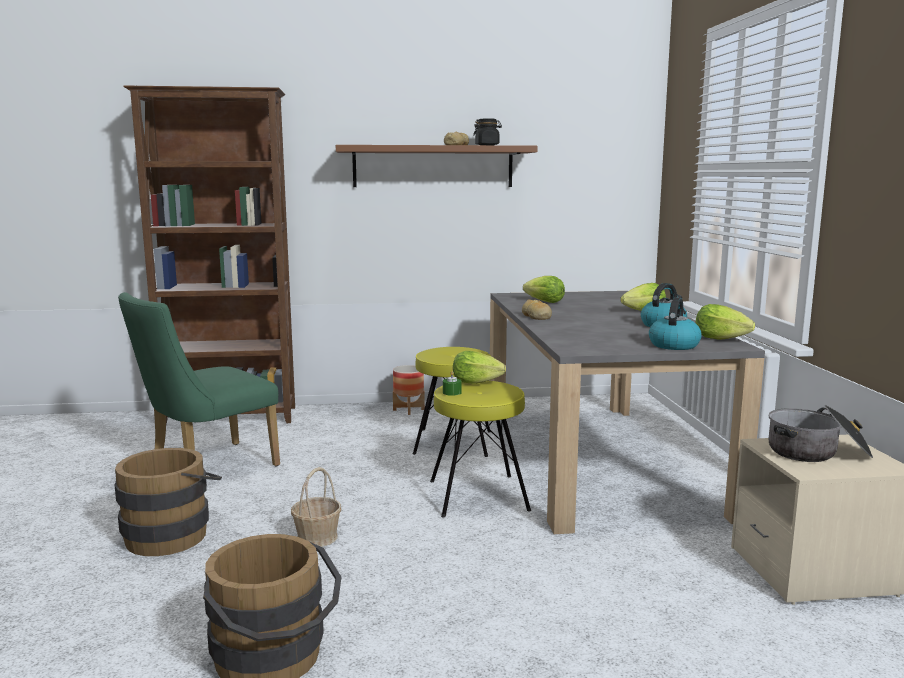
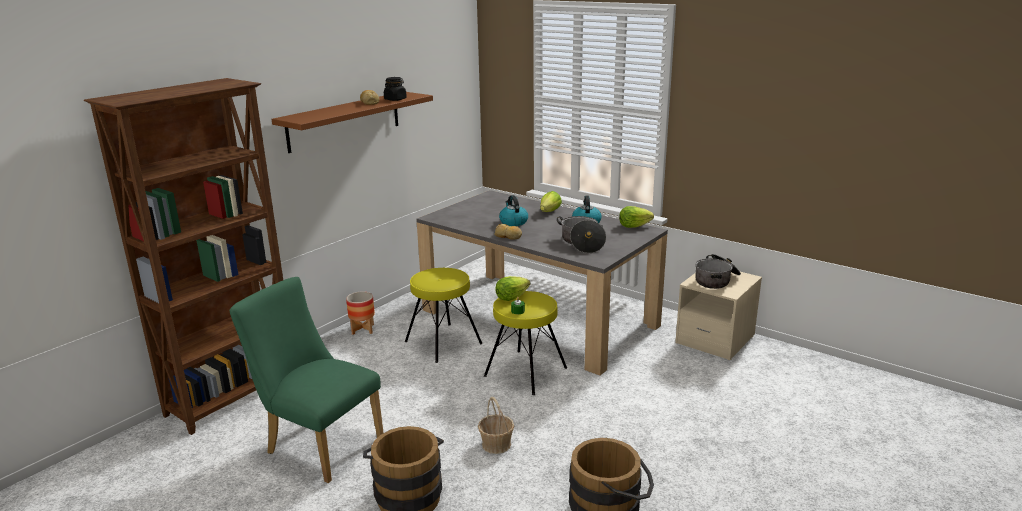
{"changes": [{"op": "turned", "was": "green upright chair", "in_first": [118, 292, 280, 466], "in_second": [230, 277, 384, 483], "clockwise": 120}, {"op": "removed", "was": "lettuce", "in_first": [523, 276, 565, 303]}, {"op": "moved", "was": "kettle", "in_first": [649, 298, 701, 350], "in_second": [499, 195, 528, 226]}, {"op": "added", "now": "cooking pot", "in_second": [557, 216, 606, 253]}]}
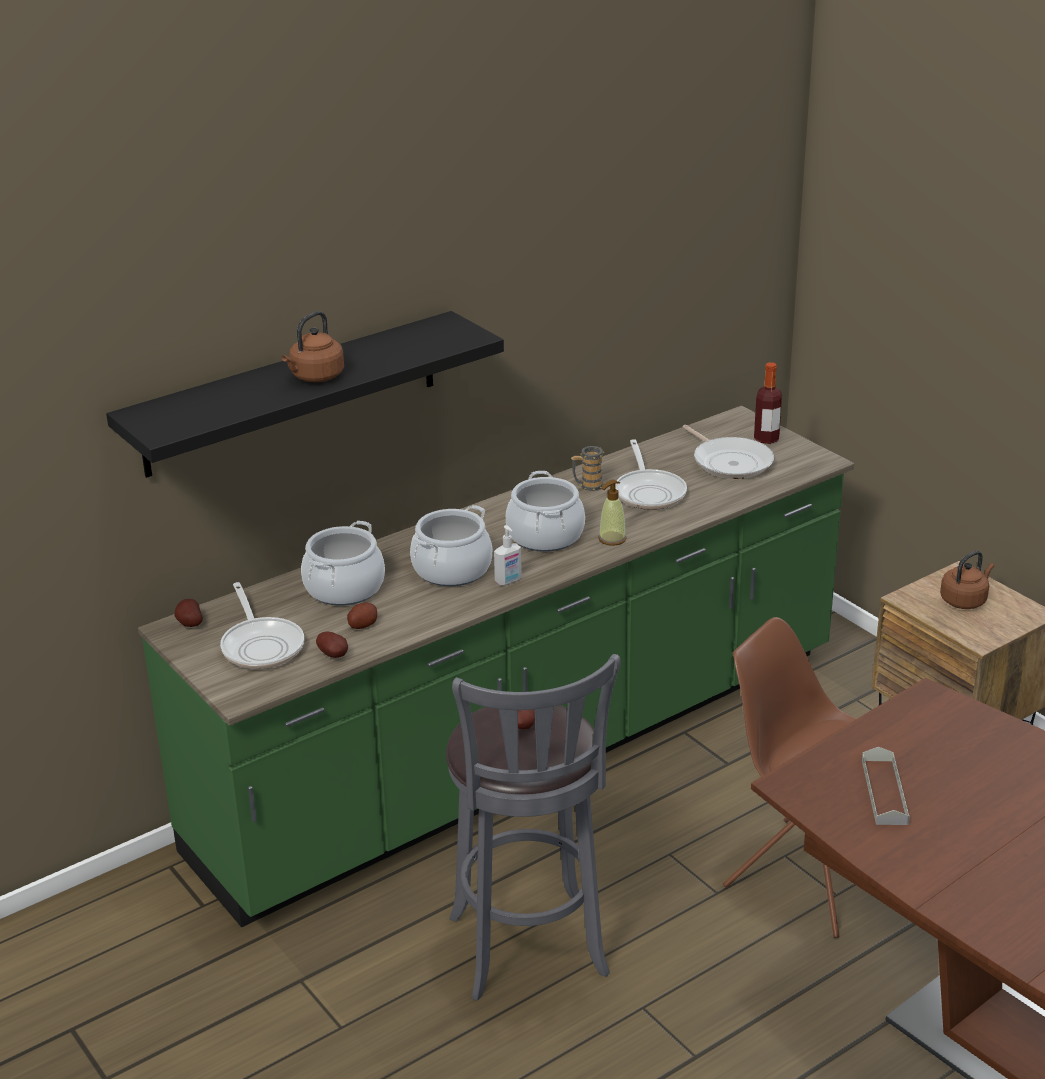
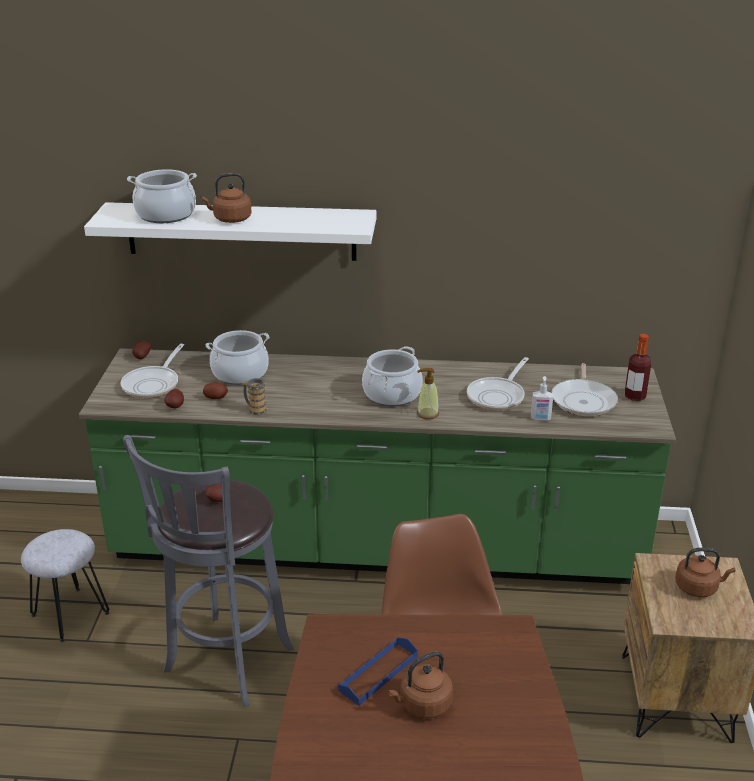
{"changes": [{"op": "recoloured", "was": "blackish shelf", "now": "white-coloured shelf", "in_first": [106, 311, 504, 478], "in_second": [84, 202, 376, 261]}, {"op": "moved", "was": "cooking pot", "in_first": [410, 505, 492, 586], "in_second": [127, 169, 197, 223]}, {"op": "moved", "was": "soap dispenser", "in_first": [494, 525, 522, 585], "in_second": [531, 376, 553, 421]}, {"op": "moved", "was": "tea mug", "in_first": [571, 446, 605, 491], "in_second": [242, 378, 268, 415]}, {"op": "recoloured", "was": "grey serving tray", "now": "bluish serving tray", "in_first": [862, 747, 910, 825], "in_second": [338, 637, 418, 706]}, {"op": "added", "now": "grey stool seat", "in_second": [21, 529, 110, 642]}, {"op": "added", "now": "brownish kettle", "in_second": [388, 651, 453, 719]}]}
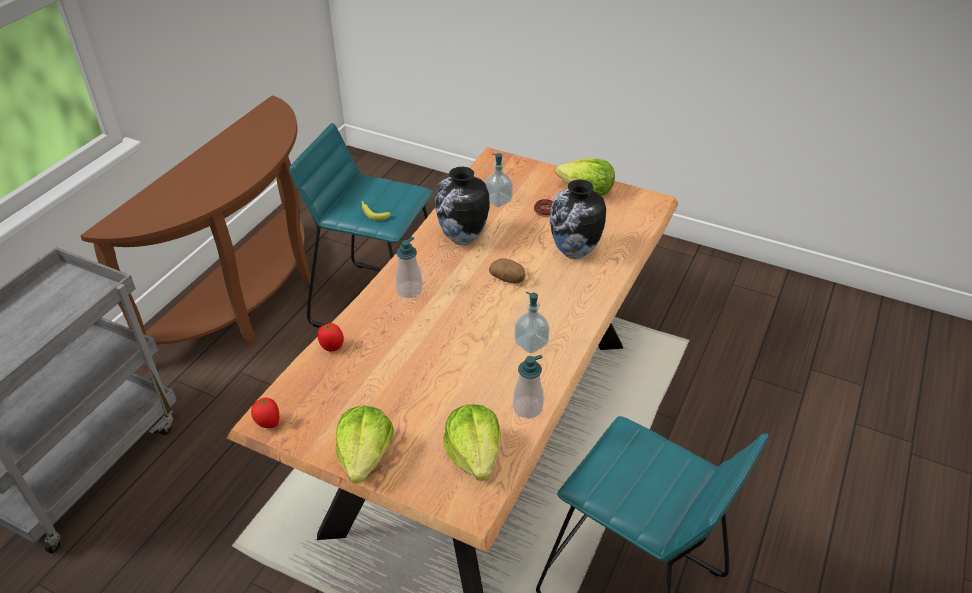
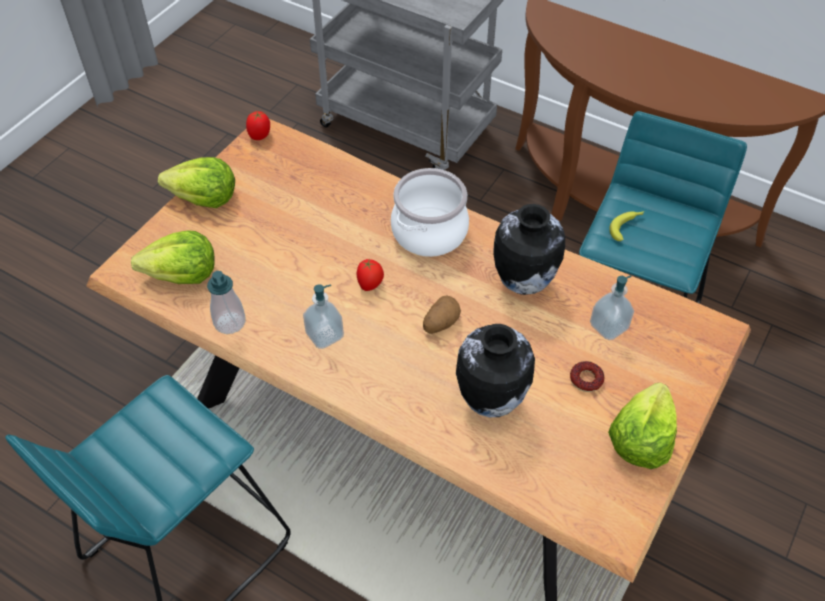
{"changes": [{"op": "moved", "was": "fresh tomato", "in_first": [317, 323, 344, 351], "in_second": [357, 259, 384, 291]}, {"op": "replaced", "was": "soap dispenser", "now": "cooking pot", "in_first": [396, 237, 423, 298], "in_second": [391, 168, 469, 257]}]}
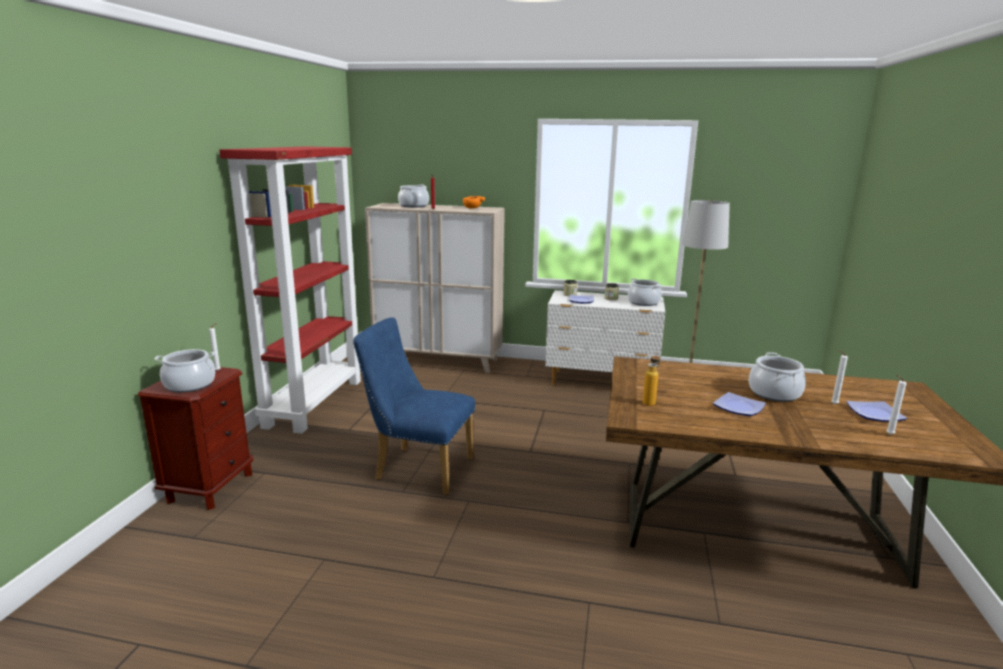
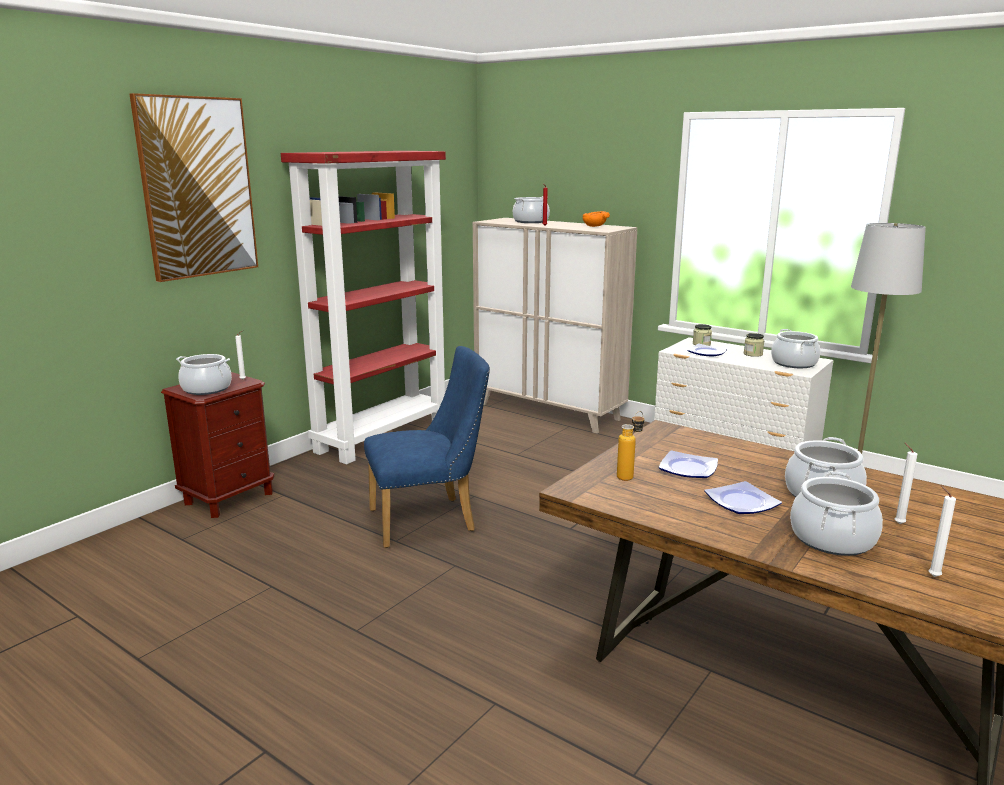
{"changes": [{"op": "turned", "was": "bluish upright chair", "in_first": [353, 317, 475, 495], "in_second": [364, 346, 490, 548], "clockwise": 120}, {"op": "moved", "was": "plate", "in_first": [846, 401, 907, 422], "in_second": [659, 450, 718, 478]}, {"op": "added", "now": "wall picture", "in_second": [130, 93, 258, 282]}, {"op": "added", "now": "cooking pot", "in_second": [790, 472, 883, 556]}]}
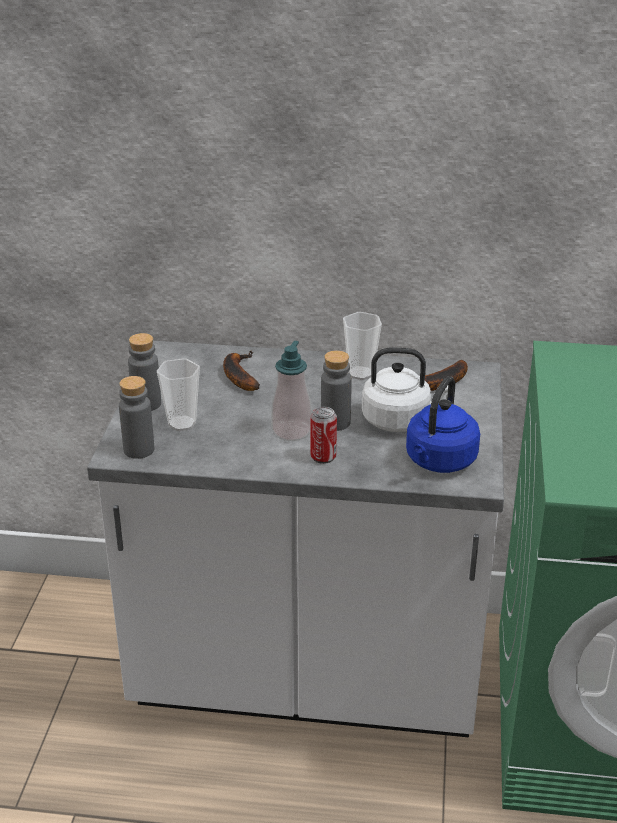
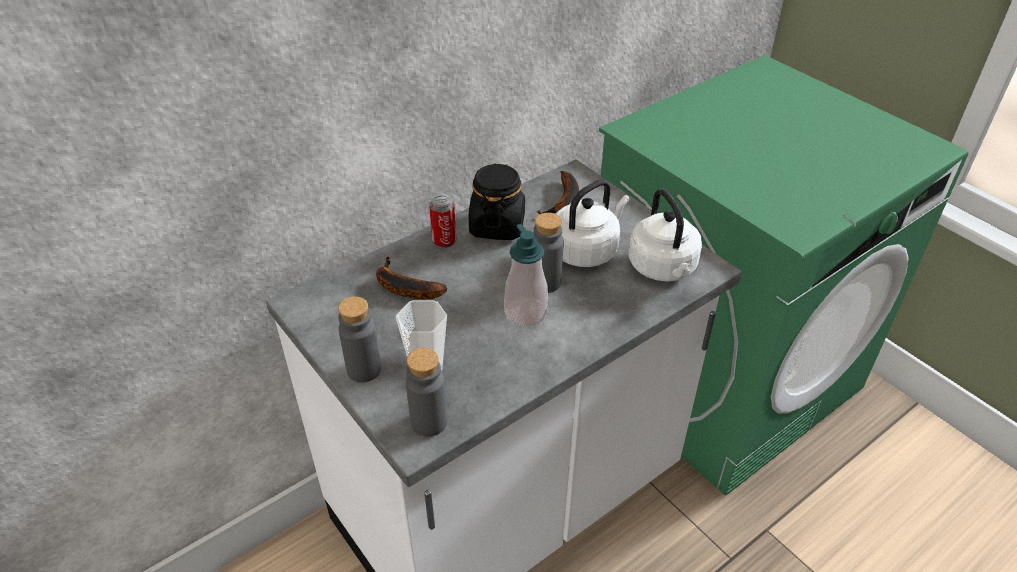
{"changes": [{"op": "moved", "was": "metal can", "in_first": [310, 407, 337, 464], "in_second": [429, 195, 456, 248]}, {"op": "replaced", "was": "drinking cup", "now": "blackish jar", "in_first": [343, 312, 382, 380], "in_second": [469, 164, 525, 240]}, {"op": "recoloured", "was": "bluish kettle", "now": "white-coloured kettle", "in_first": [406, 376, 480, 473], "in_second": [629, 189, 702, 281]}]}
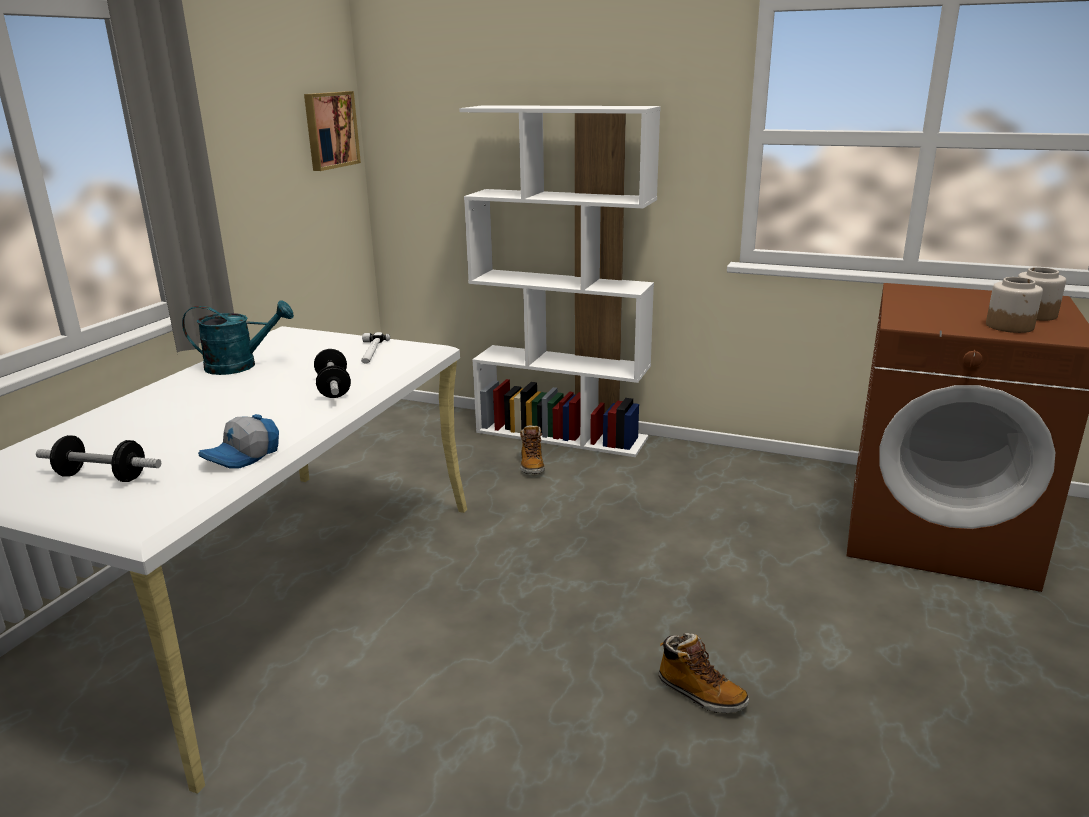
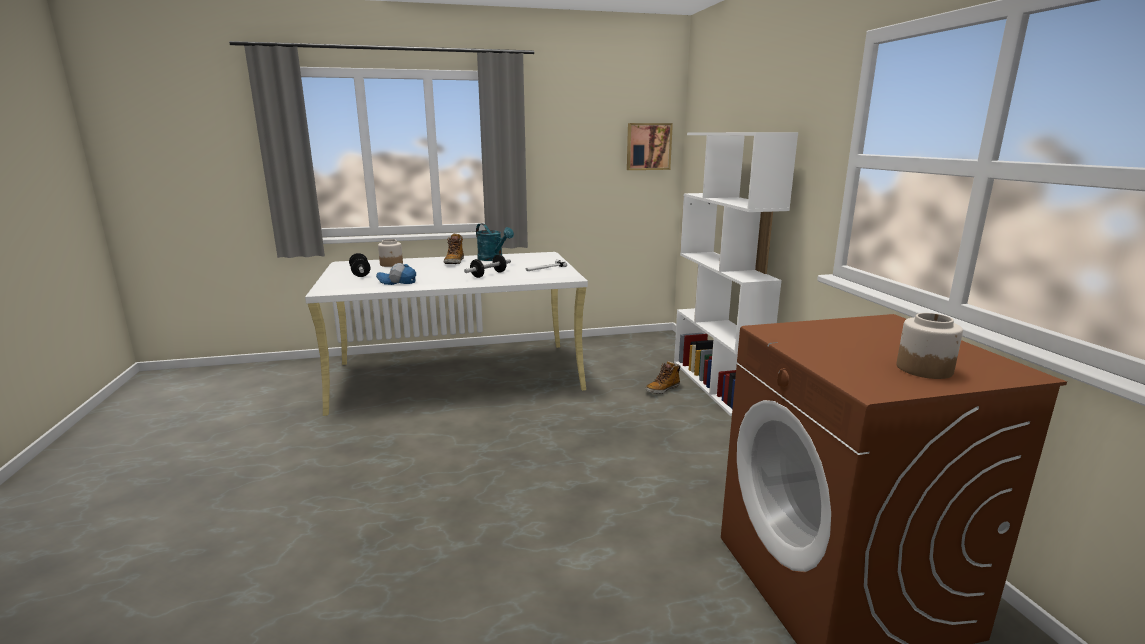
{"changes": [{"op": "moved", "was": "high-top boot", "in_first": [659, 633, 749, 713], "in_second": [444, 233, 464, 264]}, {"op": "moved", "was": "jar", "in_first": [986, 277, 1043, 333], "in_second": [378, 239, 403, 267]}]}
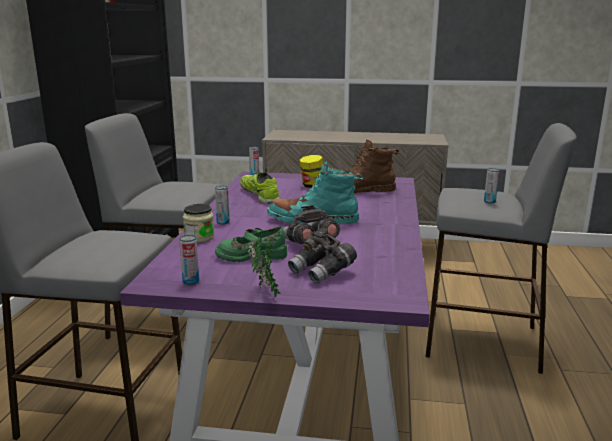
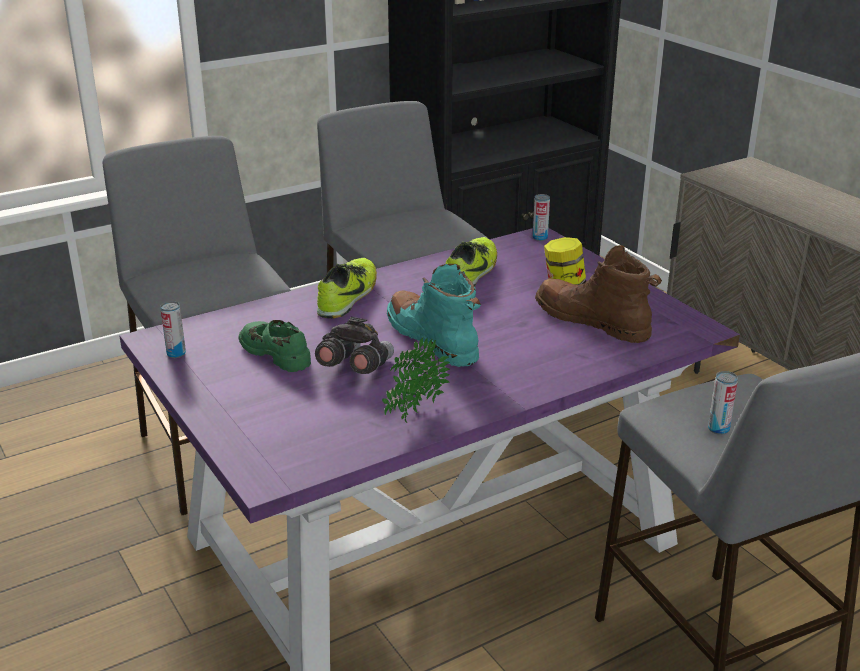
{"changes": [{"op": "removed", "was": "jar", "in_first": [183, 204, 214, 243]}, {"op": "replaced", "was": "metal can", "now": "item of footwear", "in_first": [215, 185, 230, 225], "in_second": [317, 258, 377, 319]}, {"op": "moved", "was": "houseplant", "in_first": [248, 227, 281, 297], "in_second": [382, 338, 450, 423]}, {"op": "removed", "was": "grey binoculars", "in_first": [288, 228, 357, 284]}]}
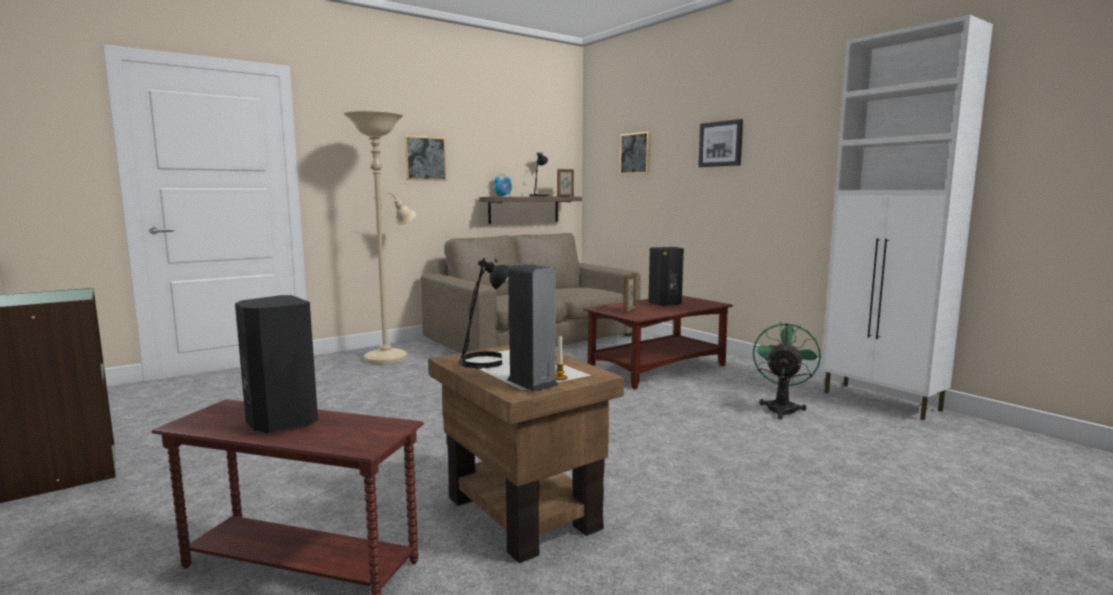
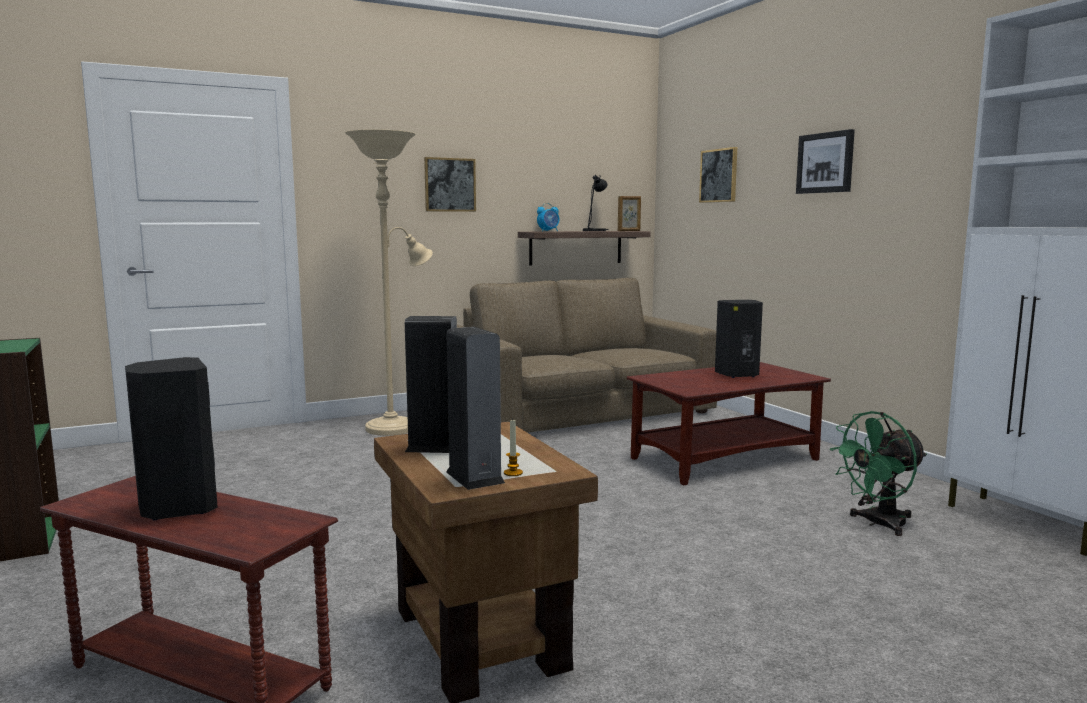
{"changes": [{"op": "replaced", "was": "blackish table lamp", "now": "speaker", "in_first": [459, 258, 509, 369], "in_second": [405, 316, 457, 453]}, {"op": "removed", "was": "photo frame", "in_first": [623, 273, 637, 314]}, {"op": "turned", "was": "green electric fan", "in_first": [753, 322, 821, 420], "in_second": [830, 411, 927, 536], "clockwise": -150}]}
